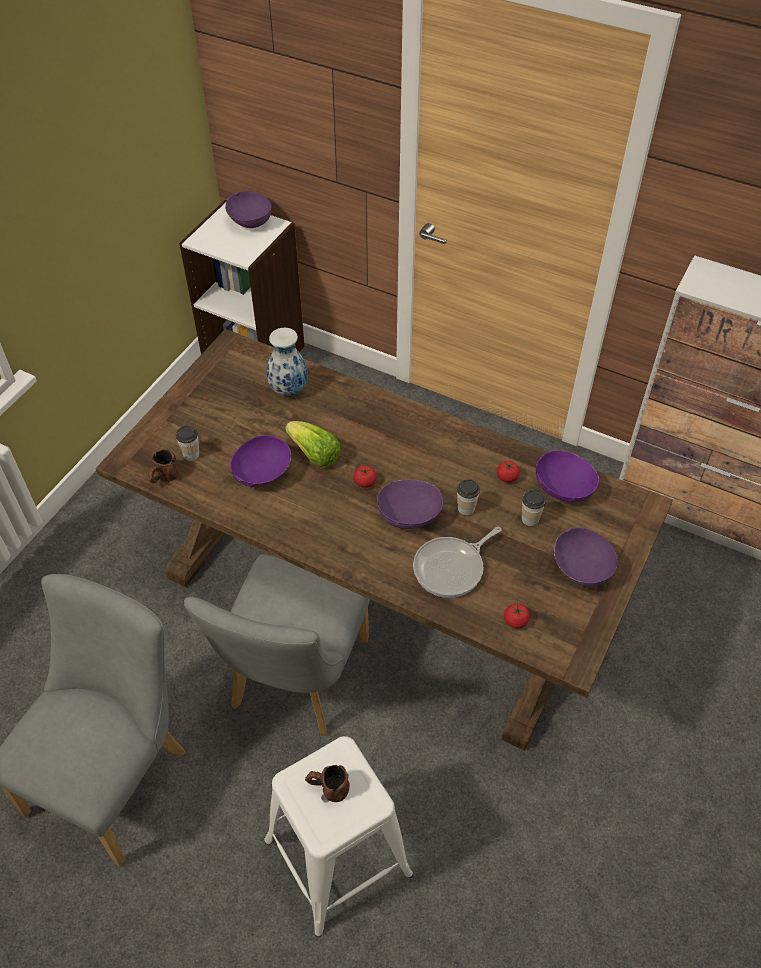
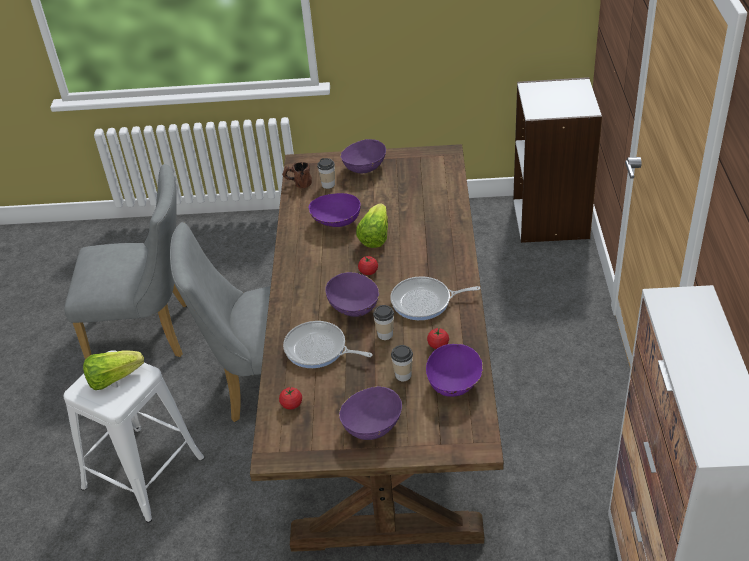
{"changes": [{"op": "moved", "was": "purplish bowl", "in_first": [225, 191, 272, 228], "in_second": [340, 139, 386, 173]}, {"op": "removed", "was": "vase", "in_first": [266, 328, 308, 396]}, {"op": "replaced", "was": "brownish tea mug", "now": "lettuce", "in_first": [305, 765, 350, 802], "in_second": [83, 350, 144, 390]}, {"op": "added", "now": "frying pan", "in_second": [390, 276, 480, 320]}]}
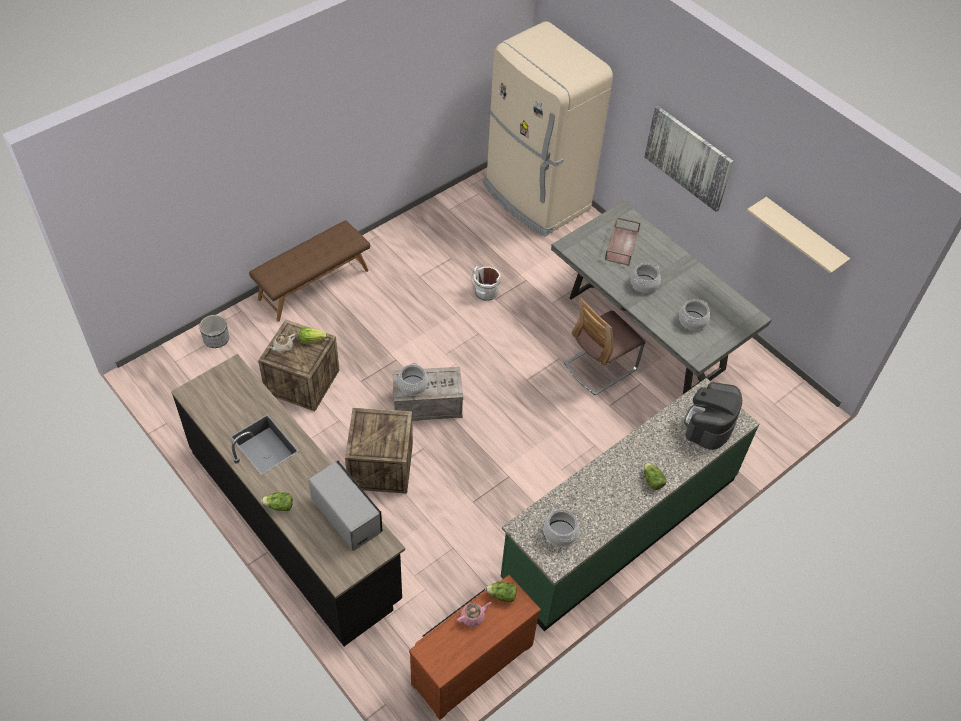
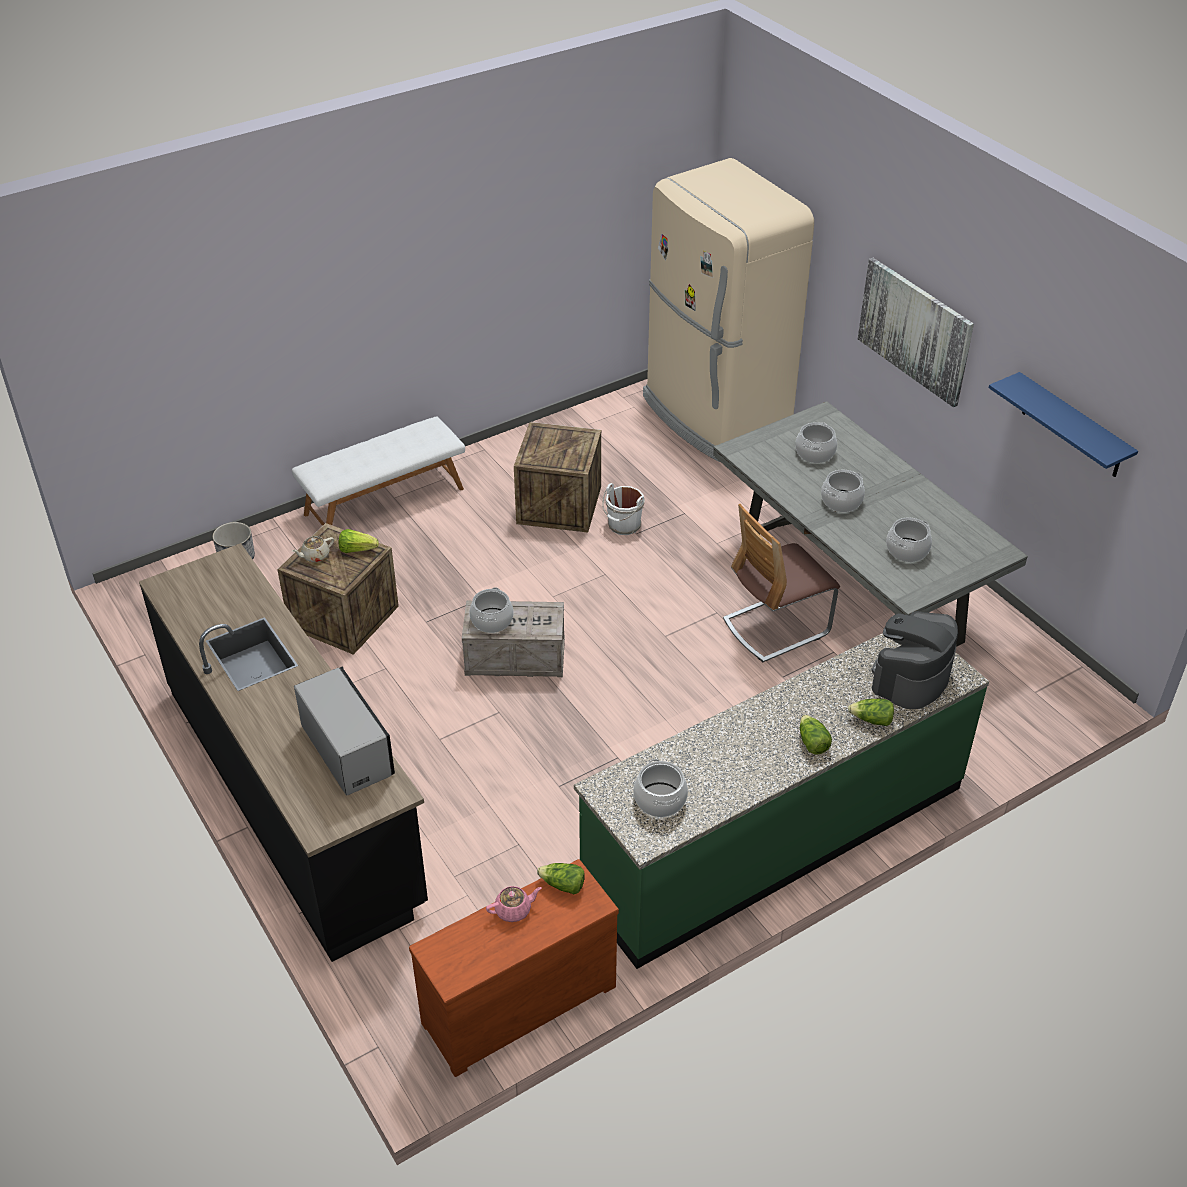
{"changes": [{"op": "recoloured", "was": "brownish bench", "now": "white-coloured bench", "in_first": [249, 220, 370, 322], "in_second": [292, 417, 465, 526]}, {"op": "moved", "was": "lettuce", "in_first": [261, 492, 293, 511], "in_second": [848, 699, 894, 726]}, {"op": "moved", "was": "crate", "in_first": [345, 408, 413, 493], "in_second": [514, 422, 601, 533]}, {"op": "replaced", "was": "brownish serving tray", "now": "cooking pot", "in_first": [605, 217, 640, 266], "in_second": [795, 422, 837, 463]}, {"op": "recoloured", "was": "beige shelf", "now": "bluish shelf", "in_first": [747, 197, 850, 274], "in_second": [989, 372, 1138, 477]}]}
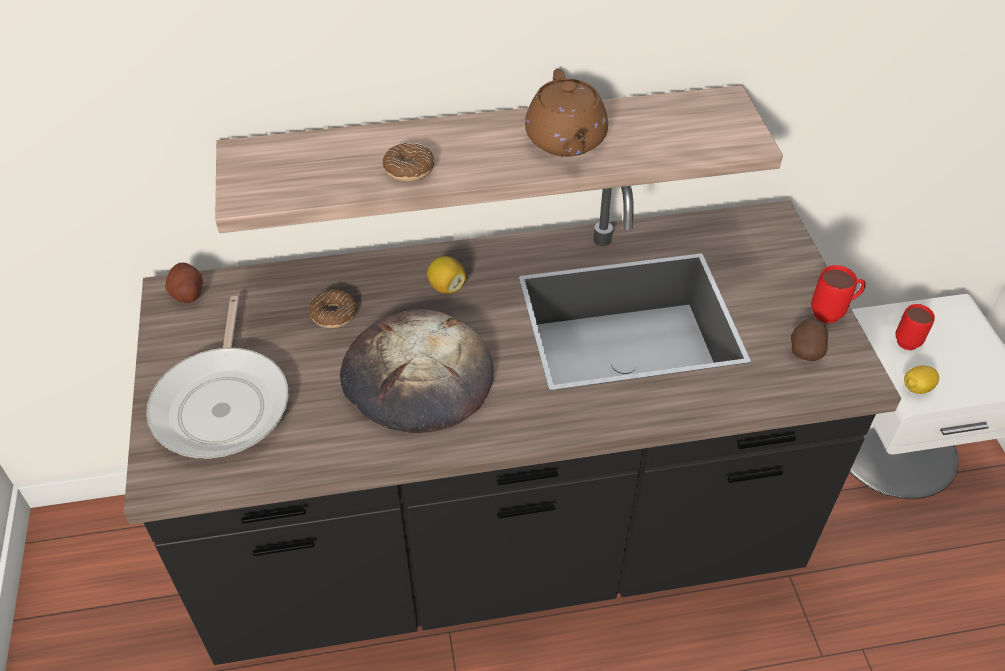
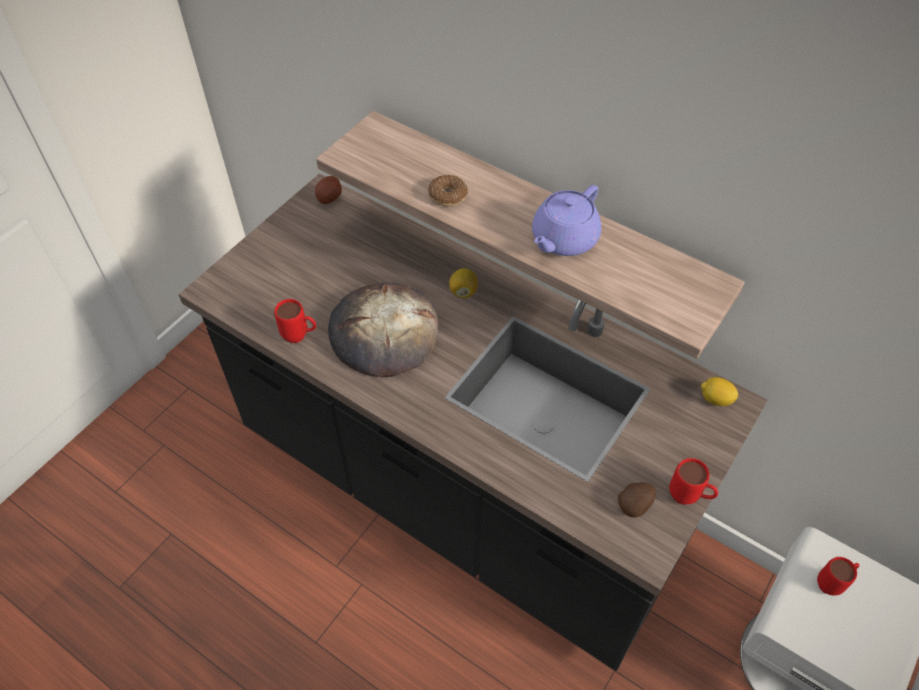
{"changes": [{"op": "removed", "was": "frying pan", "in_first": [146, 296, 289, 459]}, {"op": "removed", "was": "donut", "in_first": [309, 289, 357, 328]}, {"op": "recoloured", "was": "brownish teapot", "now": "purplish teapot", "in_first": [525, 69, 608, 157], "in_second": [532, 185, 601, 256]}, {"op": "moved", "was": "lemon", "in_first": [904, 365, 939, 394], "in_second": [701, 377, 738, 406]}, {"op": "added", "now": "reddish tea mug", "in_second": [274, 299, 316, 343]}]}
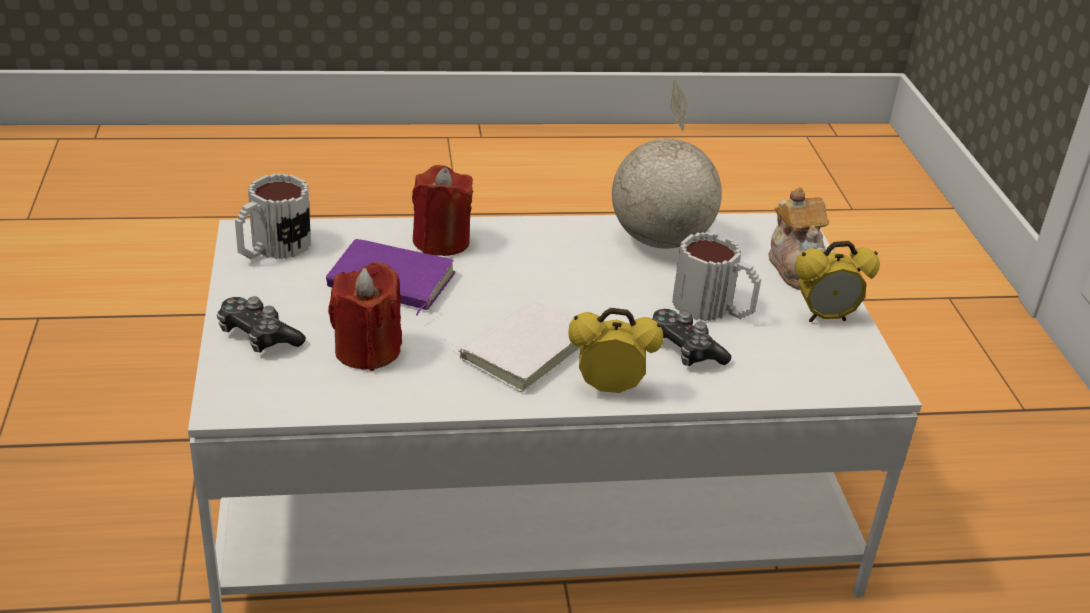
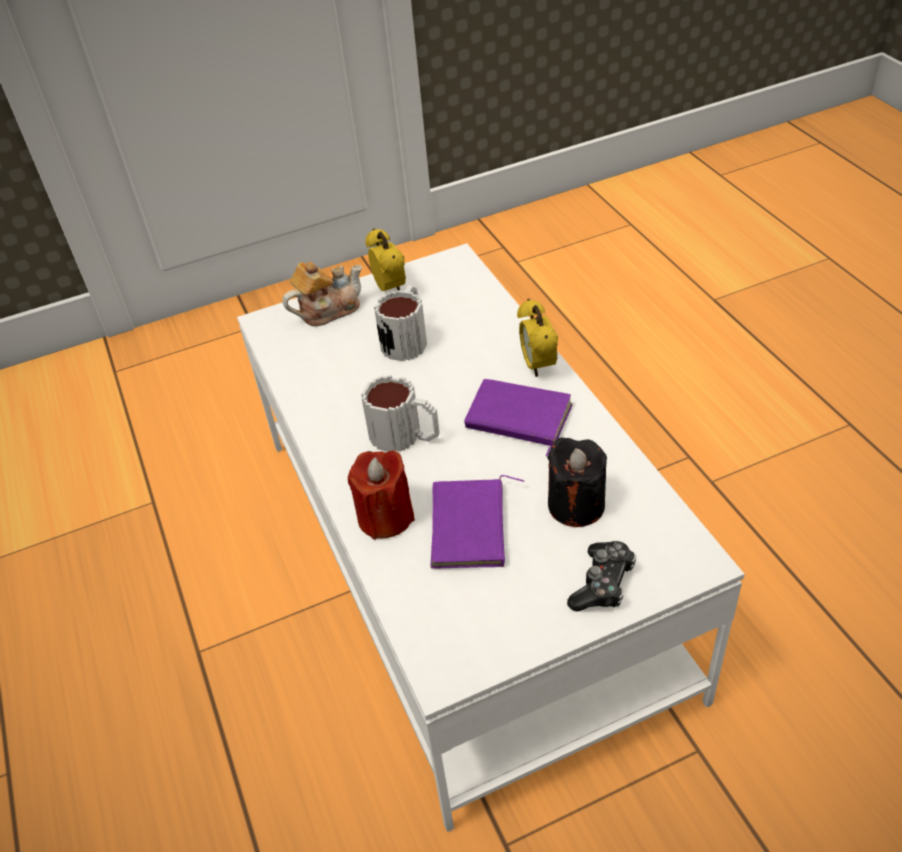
{"changes": [{"op": "moved", "was": "tea mug", "in_first": [235, 174, 311, 259], "in_second": [361, 375, 440, 452]}, {"op": "recoloured", "was": "reddish wax candle", "now": "blackish wax candle", "in_first": [328, 262, 402, 371], "in_second": [547, 437, 607, 527]}, {"op": "recoloured", "was": "white-coloured bound book", "now": "purplish bound book", "in_first": [441, 300, 581, 392], "in_second": [464, 379, 573, 456]}, {"op": "removed", "was": "world globe", "in_first": [612, 78, 722, 249]}, {"op": "removed", "was": "game controller", "in_first": [653, 309, 731, 366]}]}
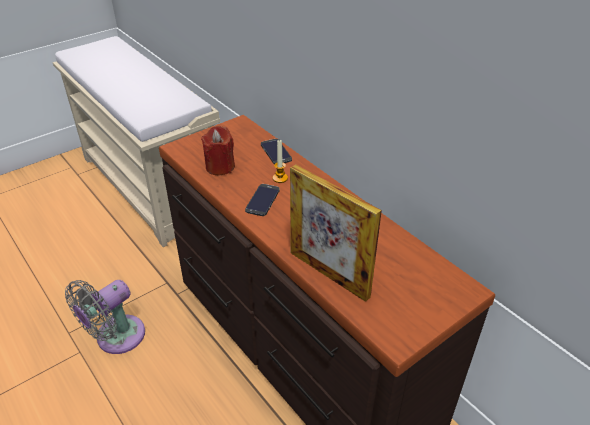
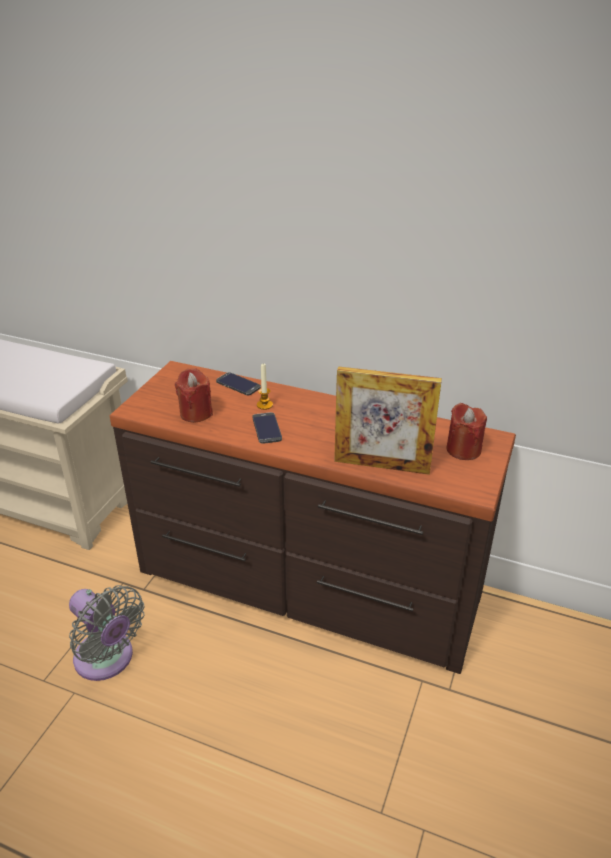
{"changes": [{"op": "turned", "was": "grey electric fan", "in_first": [65, 280, 145, 354], "in_second": [69, 585, 145, 681], "clockwise": -60}, {"op": "added", "now": "reddish wax candle", "in_second": [447, 403, 487, 460]}]}
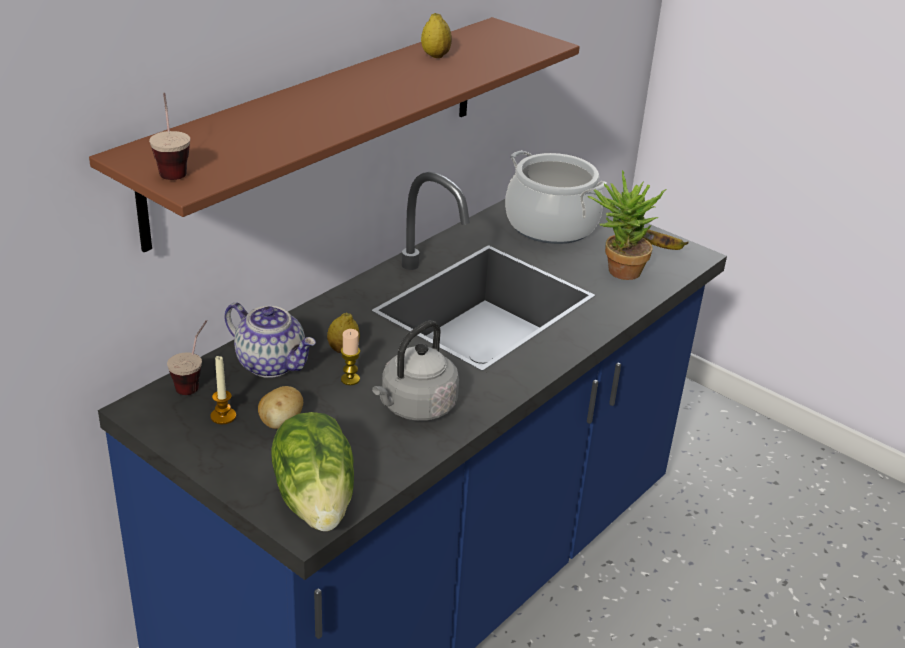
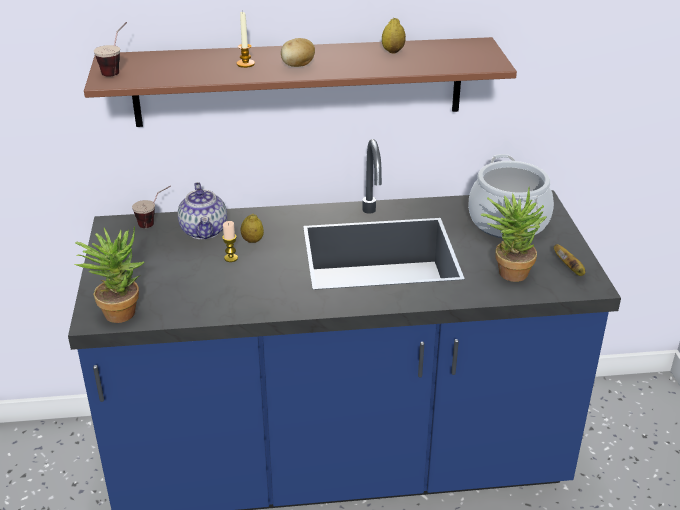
{"changes": [{"op": "moved", "was": "wax candle", "in_first": [211, 356, 236, 424], "in_second": [237, 11, 255, 68]}, {"op": "moved", "was": "spud", "in_first": [258, 386, 303, 429], "in_second": [281, 38, 315, 67]}, {"op": "replaced", "was": "lettuce", "now": "houseplant", "in_first": [271, 412, 354, 531], "in_second": [74, 226, 144, 323]}, {"op": "removed", "was": "grey kettle", "in_first": [372, 320, 459, 421]}]}
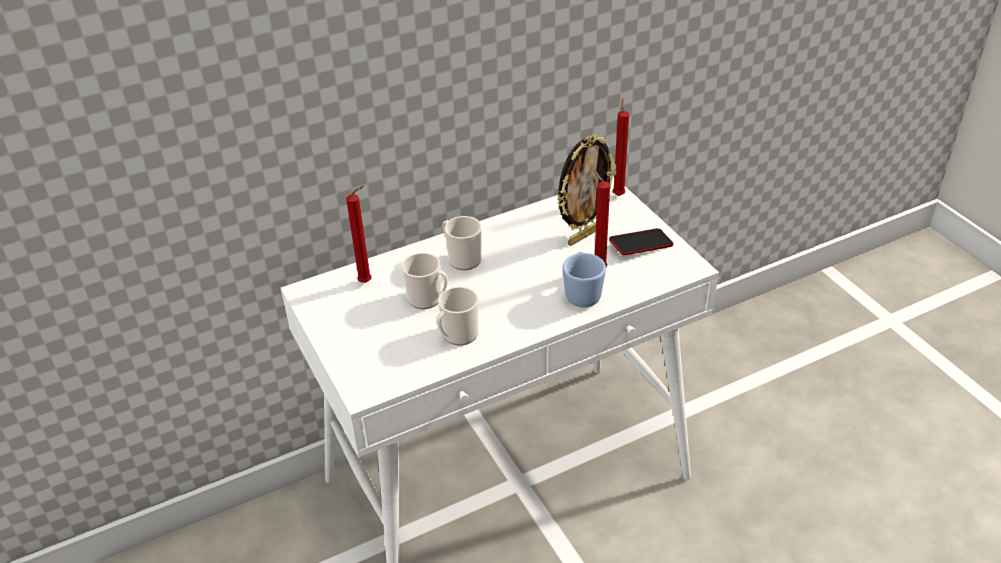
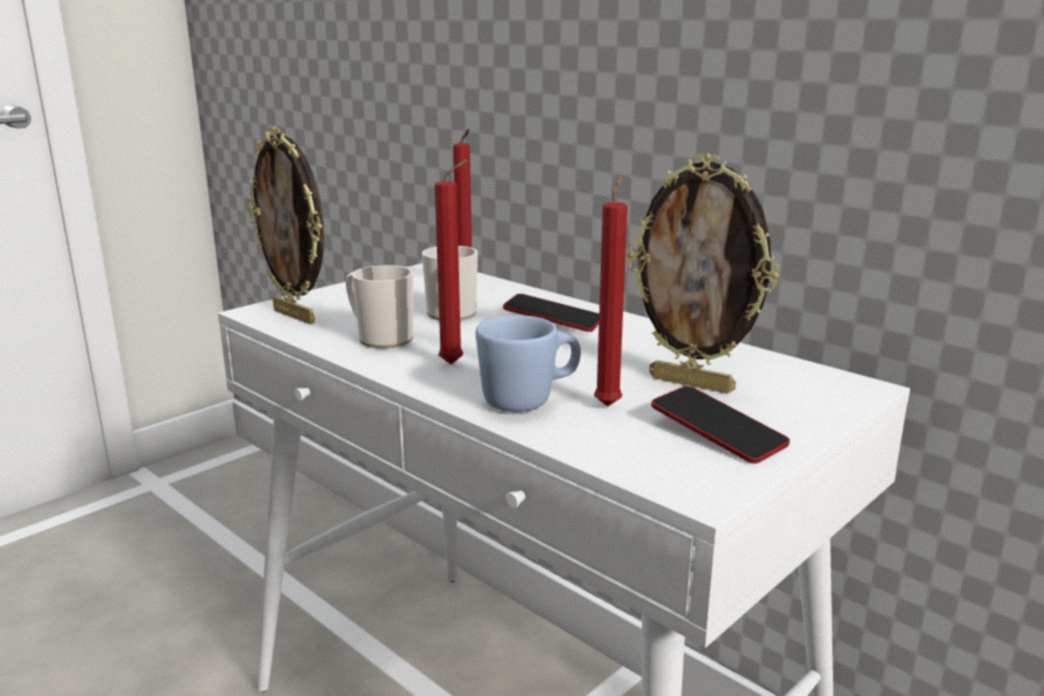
{"changes": [{"op": "replaced", "was": "tea mug", "now": "phone", "in_first": [443, 216, 482, 270], "in_second": [503, 294, 599, 332]}, {"op": "moved", "was": "reddish wax candle", "in_first": [612, 98, 629, 196], "in_second": [435, 160, 467, 364]}, {"op": "added", "now": "photo frame", "in_second": [247, 127, 324, 324]}]}
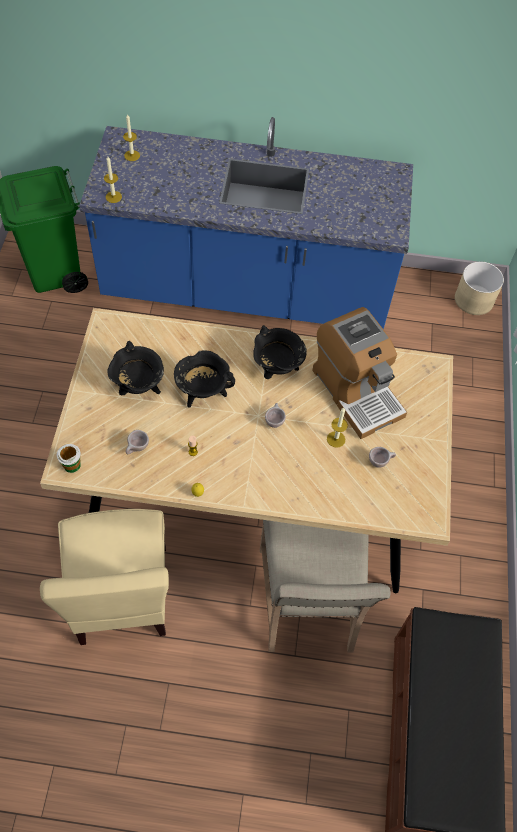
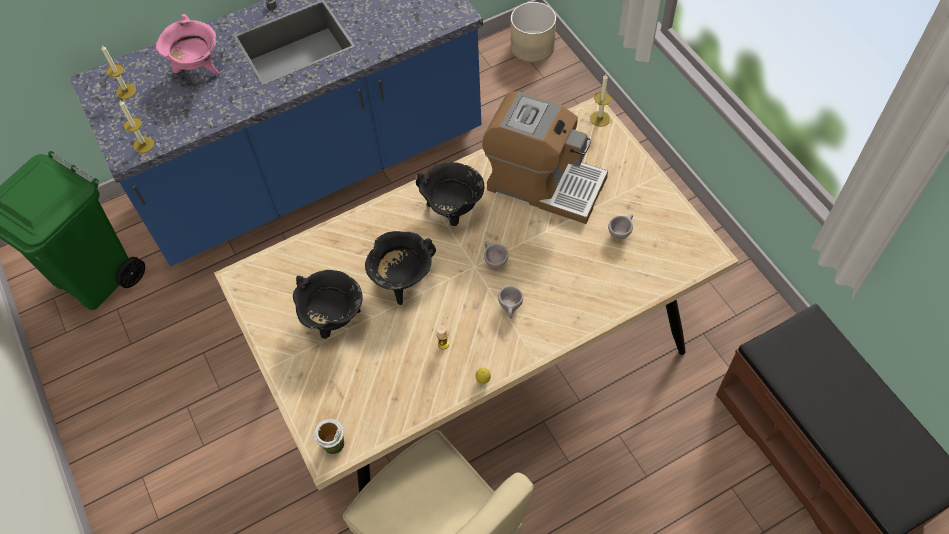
{"changes": [{"op": "moved", "was": "beige drinking cup", "in_first": [126, 430, 149, 454], "in_second": [498, 286, 523, 318]}, {"op": "removed", "was": "beige upright chair", "in_first": [260, 520, 391, 653]}, {"op": "moved", "was": "wax candle", "in_first": [327, 408, 348, 448], "in_second": [590, 74, 612, 127]}, {"op": "added", "now": "pink-coloured cooking pot", "in_second": [156, 14, 219, 76]}]}
